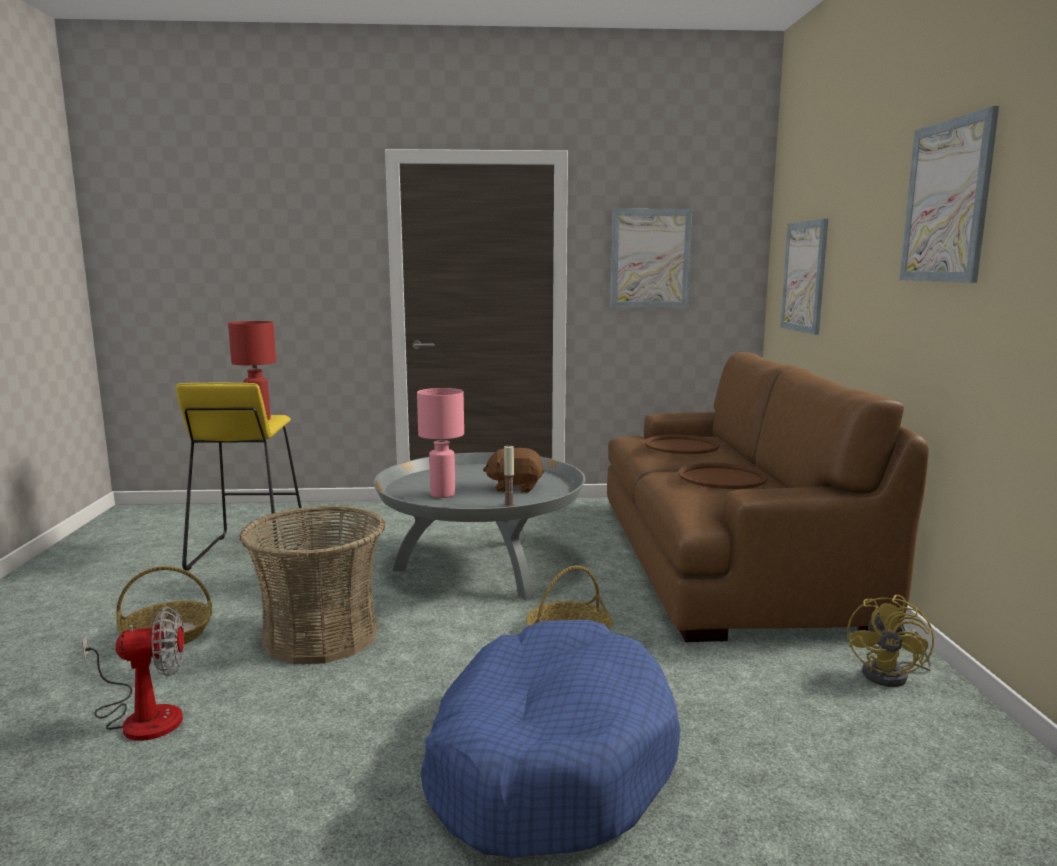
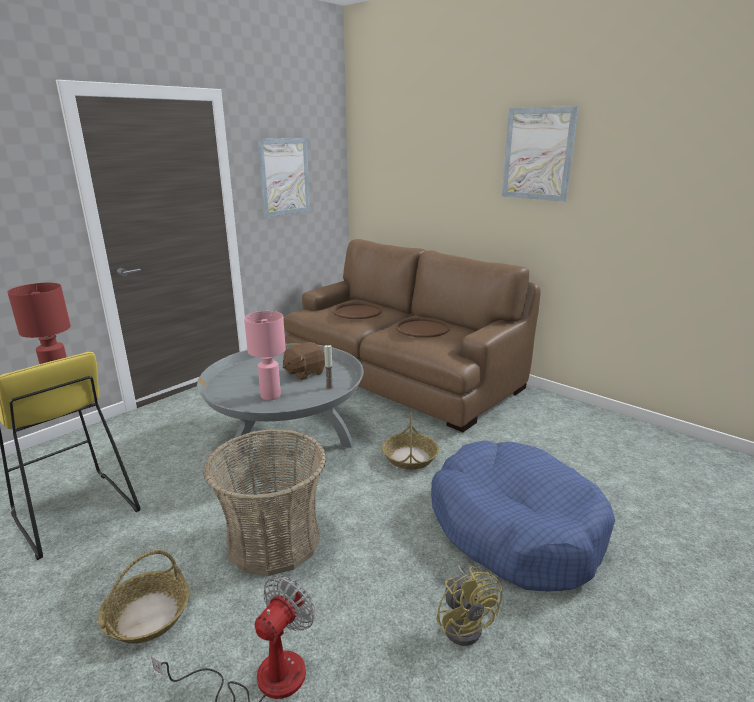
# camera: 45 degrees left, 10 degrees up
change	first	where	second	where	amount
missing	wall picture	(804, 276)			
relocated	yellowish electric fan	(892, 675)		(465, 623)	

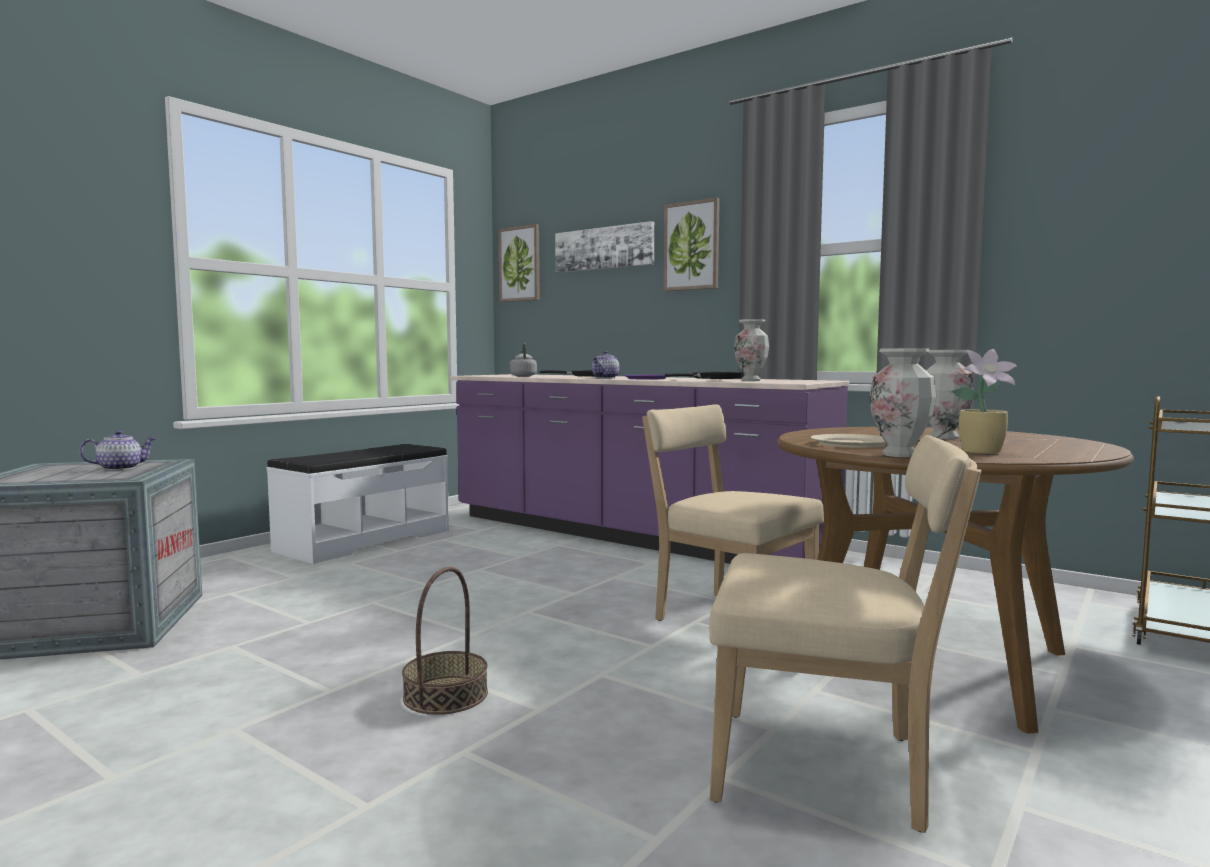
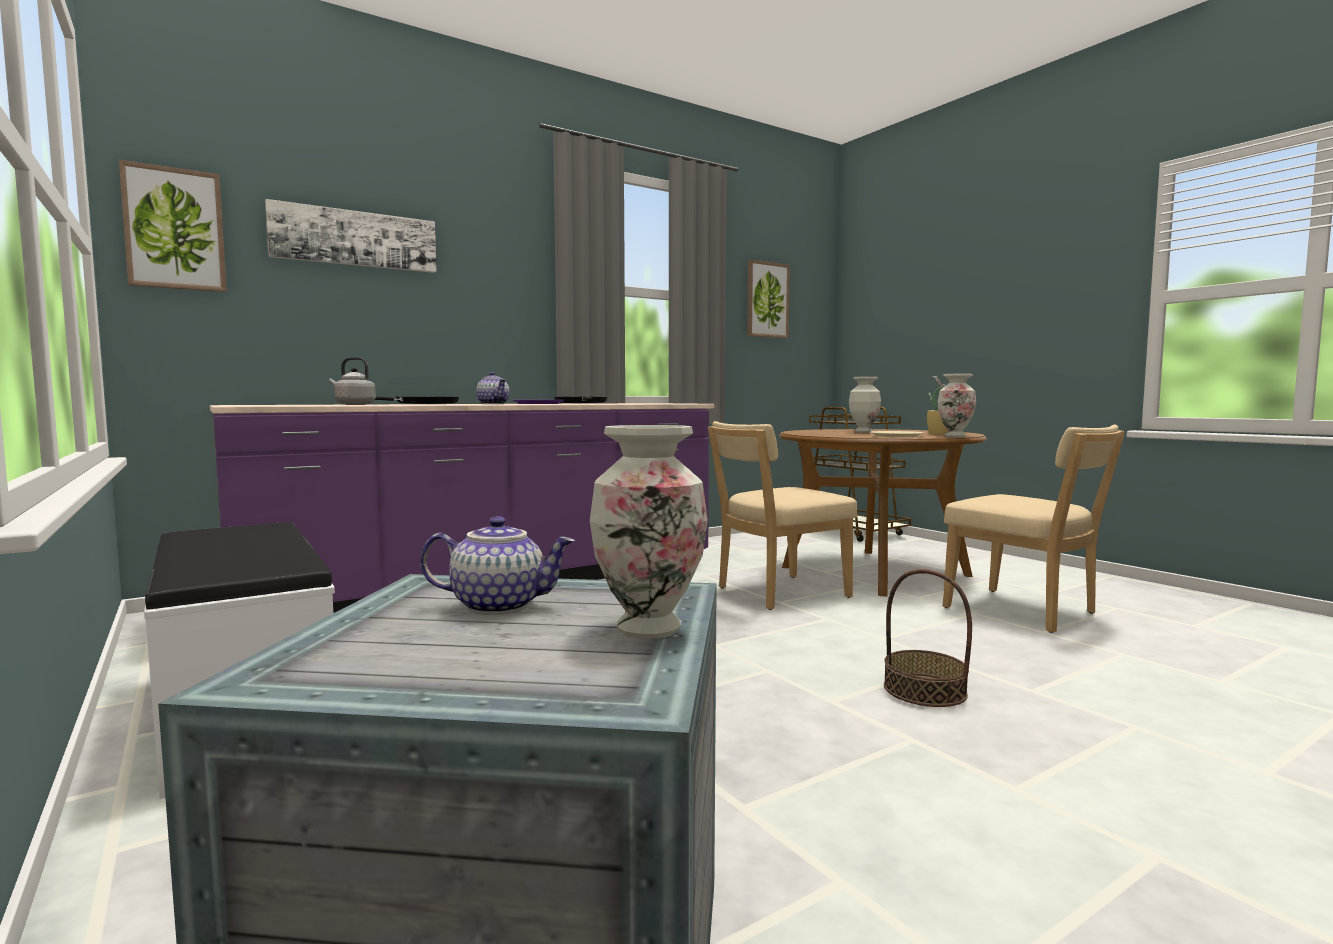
# camera: 70 degrees left, 0 degrees up
change	first	where	second	where	amount
spun	teapot	(120, 468)		(500, 605)	105 degrees clockwise
relocated	wall picture	(692, 246)		(767, 300)	
spun	beige-coloured upright chair	(829, 770)		(1026, 612)	105 degrees clockwise
relocated	vase	(751, 380)		(649, 628)	

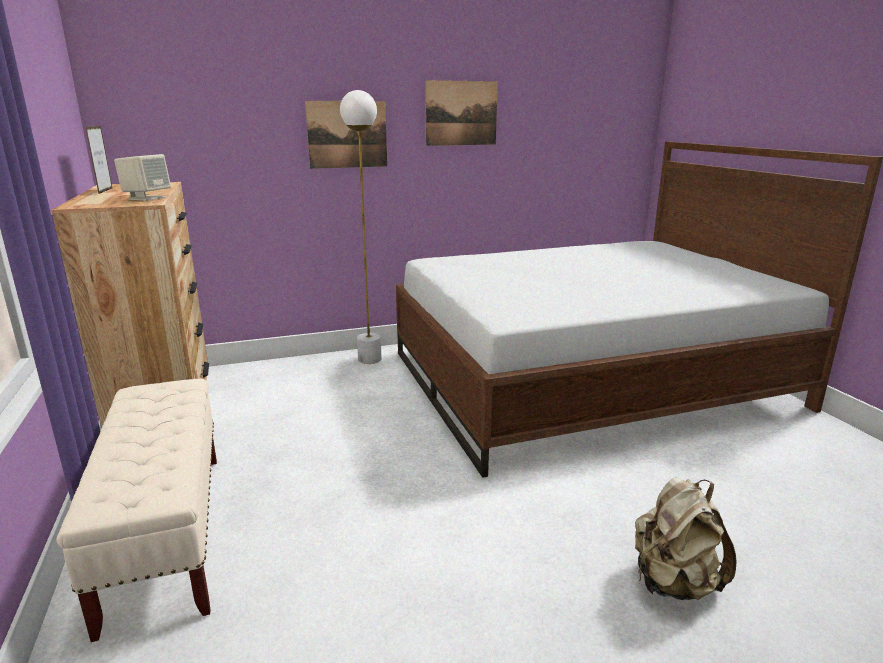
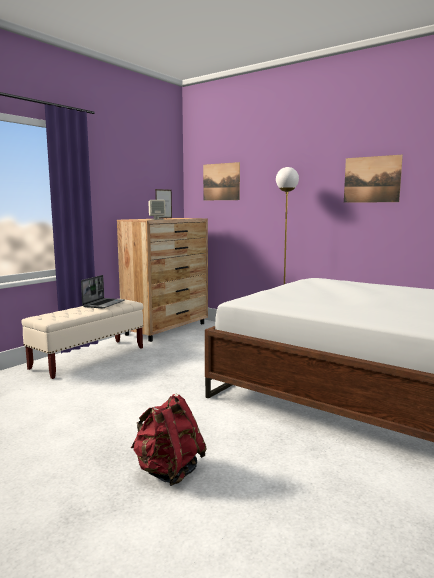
# camera: 55 degrees right, 10 degrees down
change	first	where	second	where	amount
relocated	wall picture	(347, 134)		(221, 182)	
colour	beige-coloured backpack	(673, 583)	red-coloured backpack	(168, 471)	
appeared			notebook computer	(104, 304)	

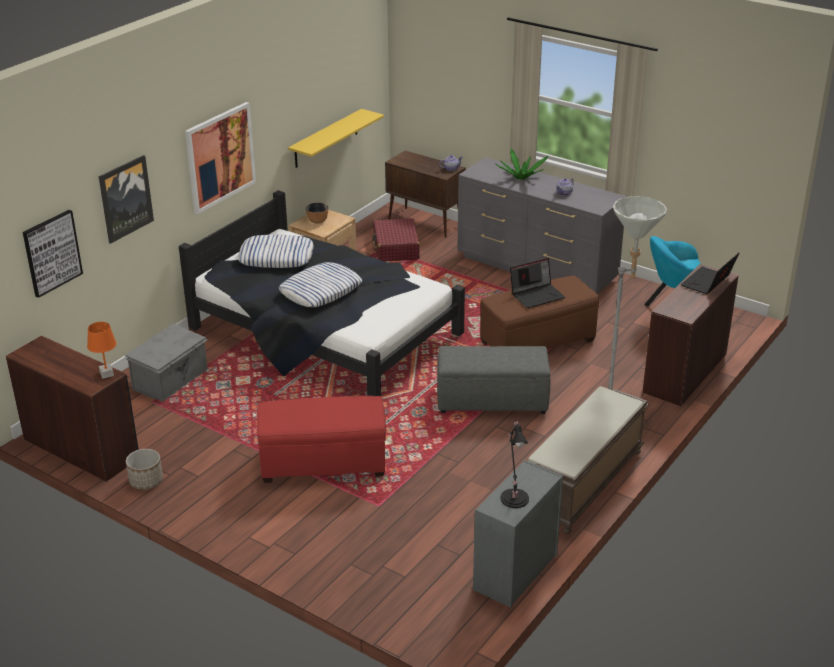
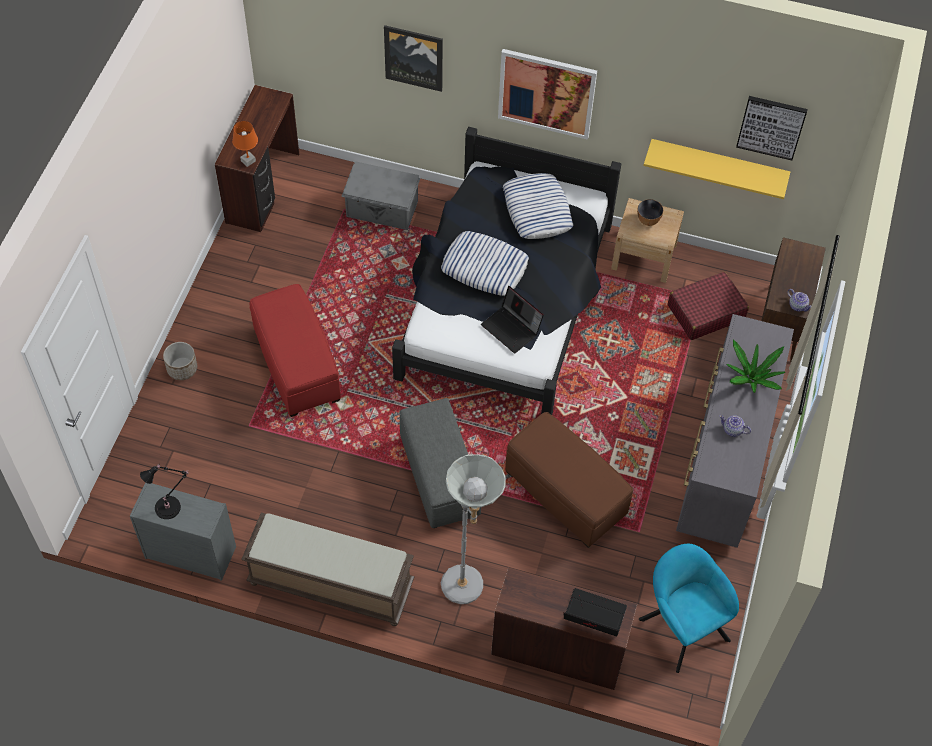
# camera: 70 degrees right, 25 degrees up
change	first	where	second	where	amount
relocated	wall picture	(52, 252)		(771, 126)	
relocated	planter	(146, 481)		(182, 368)	
relocated	notebook computer	(537, 295)		(512, 329)	

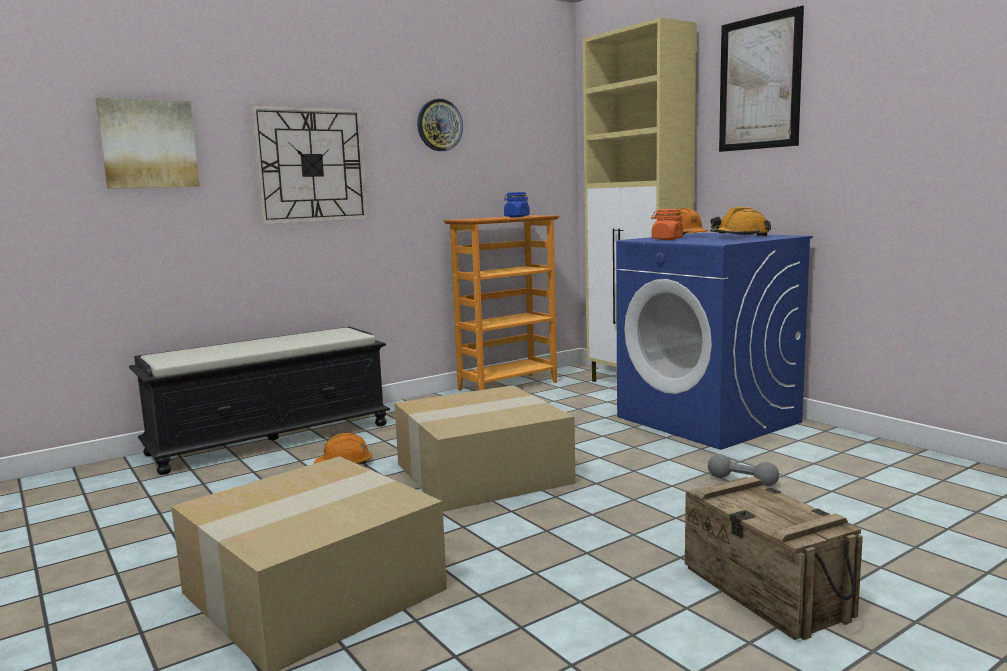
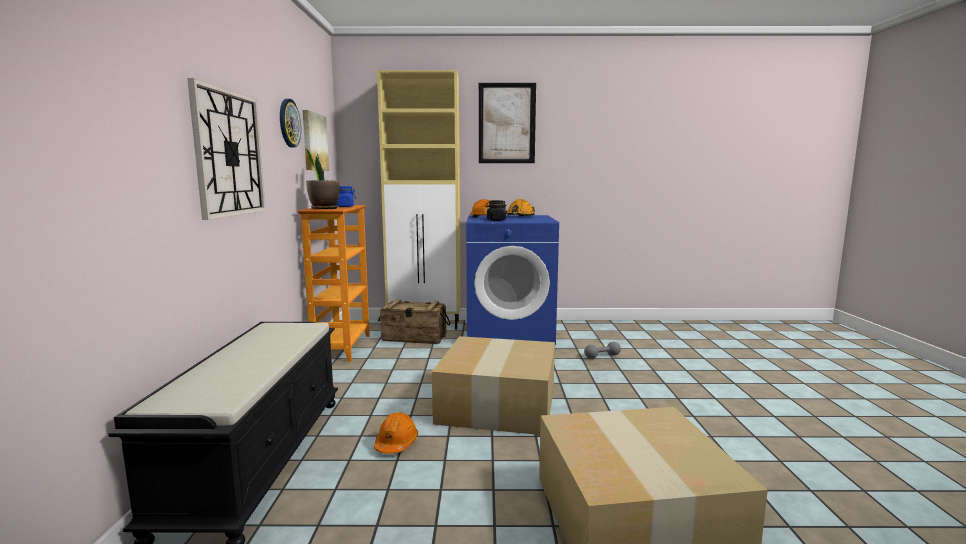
# camera: 55 degrees left, 0 degrees up
change	first	where	second	where	amount
relocated	wall picture	(148, 144)		(314, 142)	
colour	orangey storage jar	(667, 239)	blackish storage jar	(496, 220)	
relocated	crate	(766, 591)		(414, 338)	
appeared			houseplant	(324, 209)	

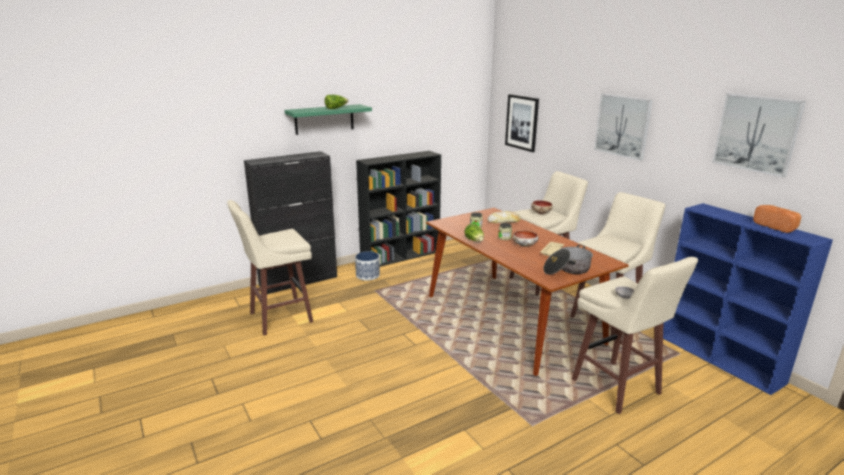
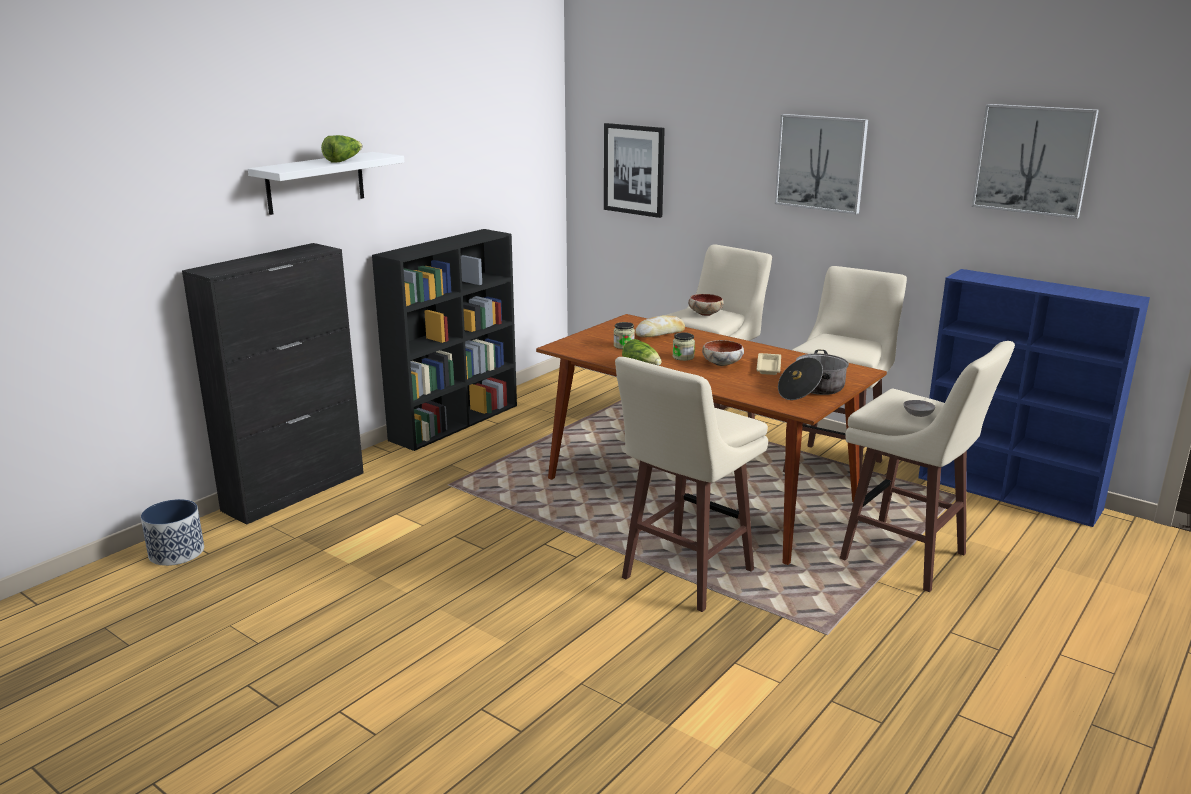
# camera: 20 degrees left, 0 degrees up
change	first	where	second	where	amount
relocated	beige-coloured stool	(278, 318)		(684, 575)	
colour	green wall shelf	(324, 119)	white-coloured wall shelf	(315, 183)	
relocated	planter	(368, 275)		(177, 553)	
missing	bread	(776, 227)			

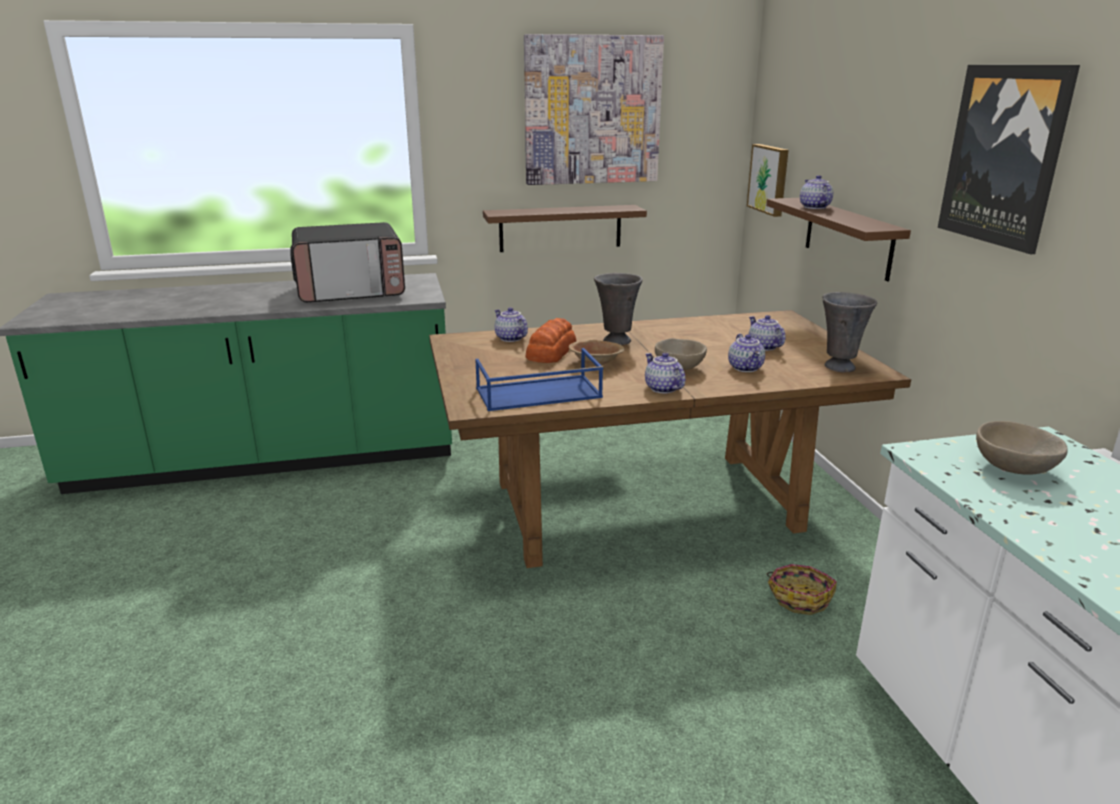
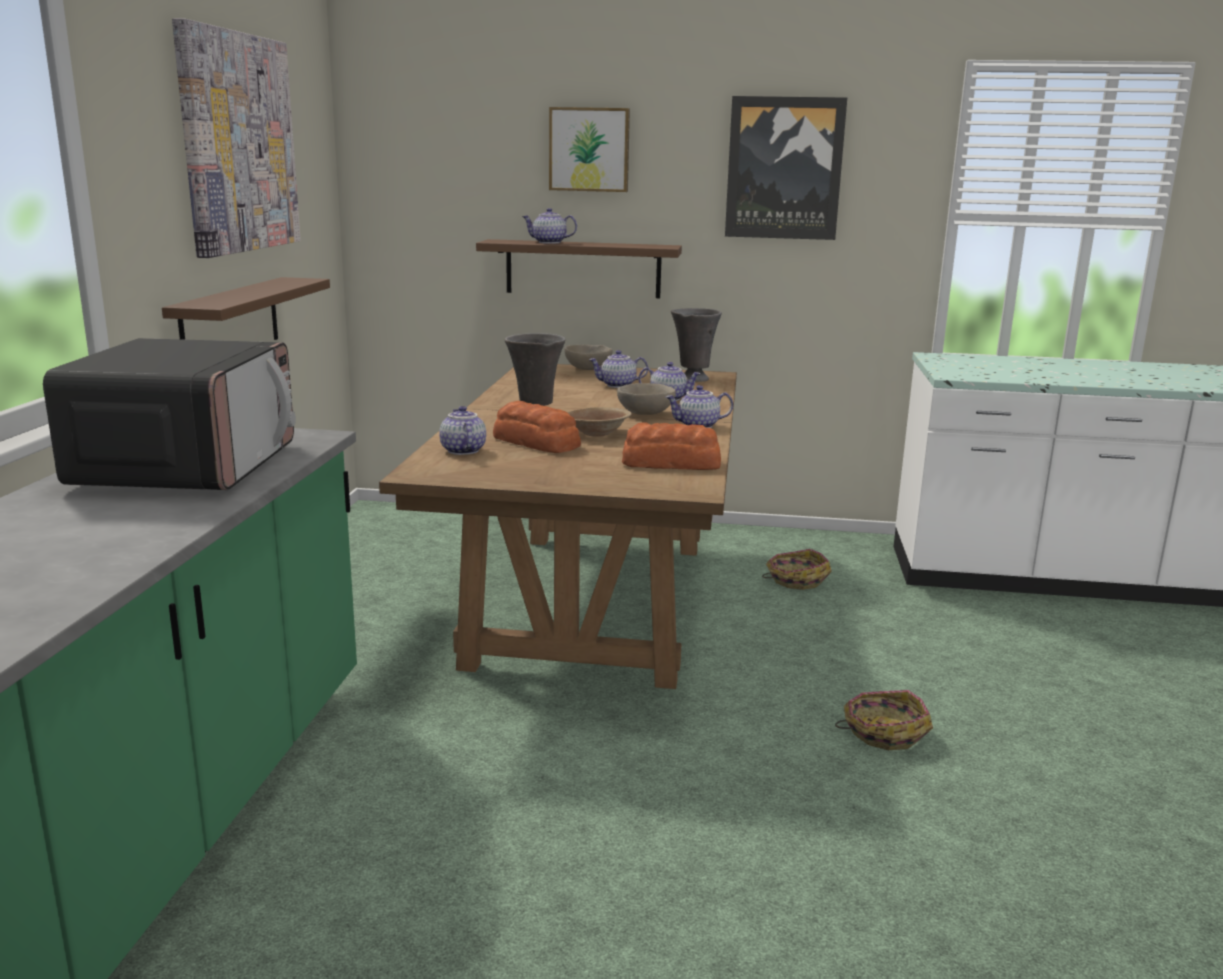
# camera: 70 degrees left, 5 degrees down
change	first	where	second	where	amount
exchanged	bluish tray	(537, 394)	bread	(672, 463)	
spun	teapot	(510, 338)		(462, 451)	90 degrees clockwise
relocated	wall picture	(770, 179)		(589, 149)	
relocated	beige-coloured deep dish	(1013, 469)		(588, 369)	
appeared			basket	(883, 732)	

